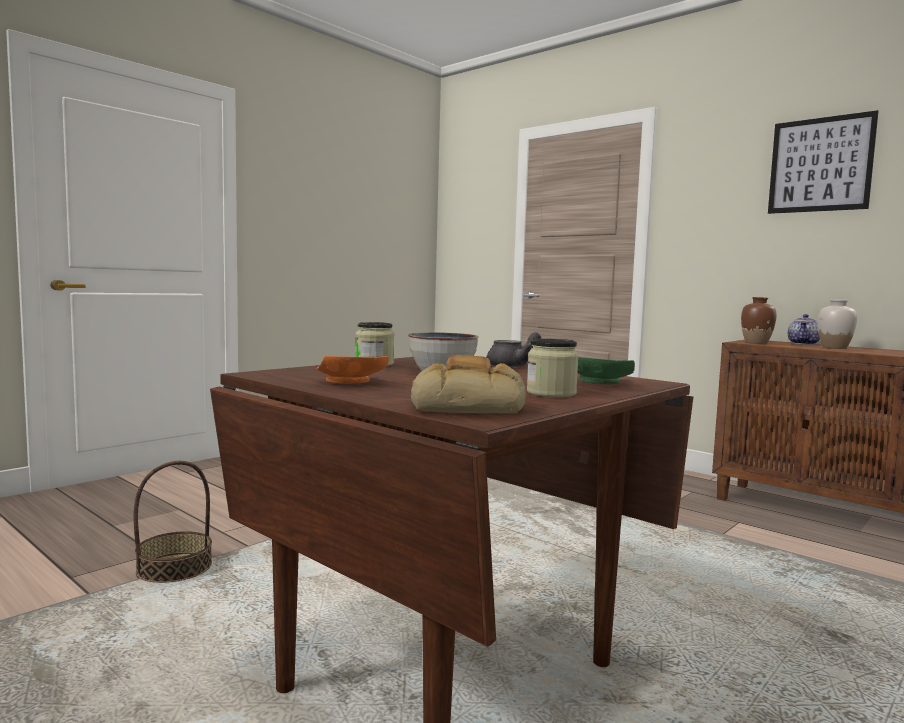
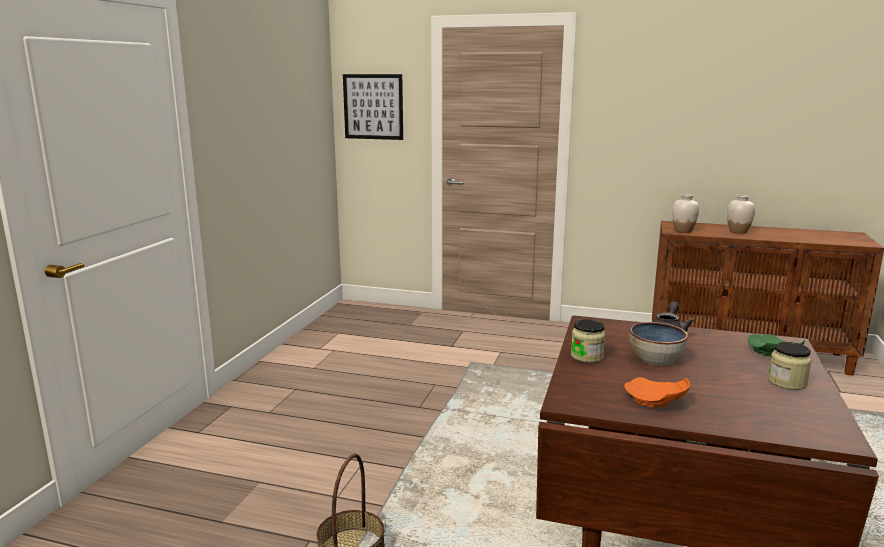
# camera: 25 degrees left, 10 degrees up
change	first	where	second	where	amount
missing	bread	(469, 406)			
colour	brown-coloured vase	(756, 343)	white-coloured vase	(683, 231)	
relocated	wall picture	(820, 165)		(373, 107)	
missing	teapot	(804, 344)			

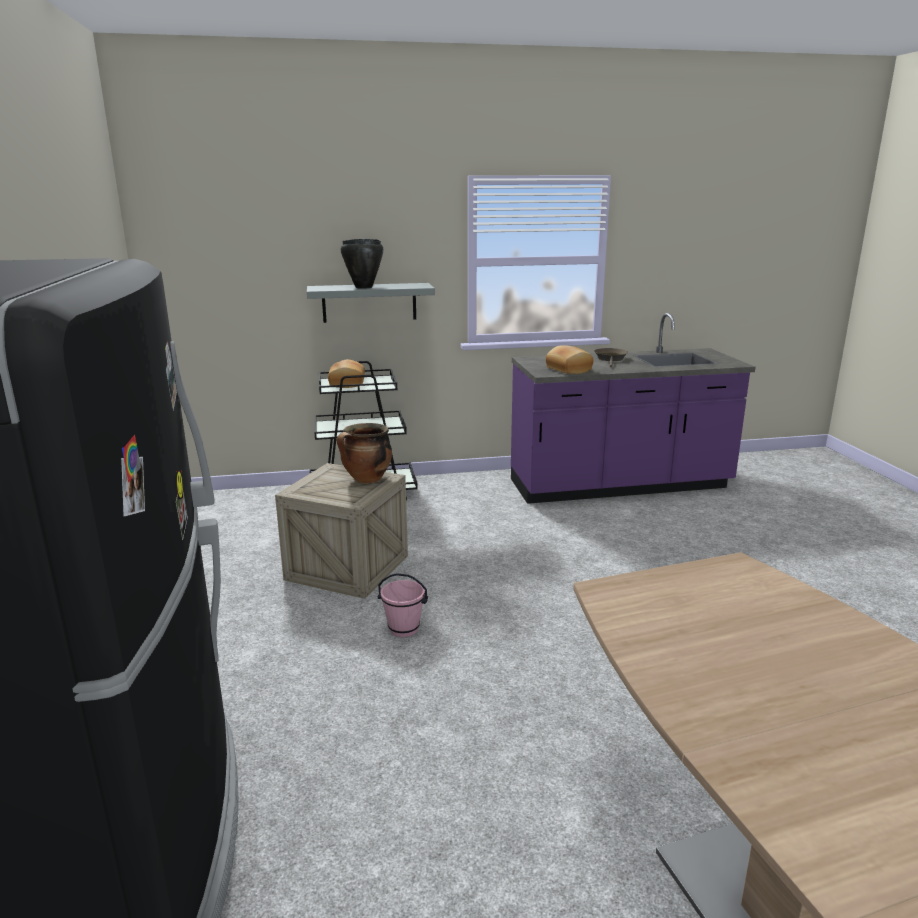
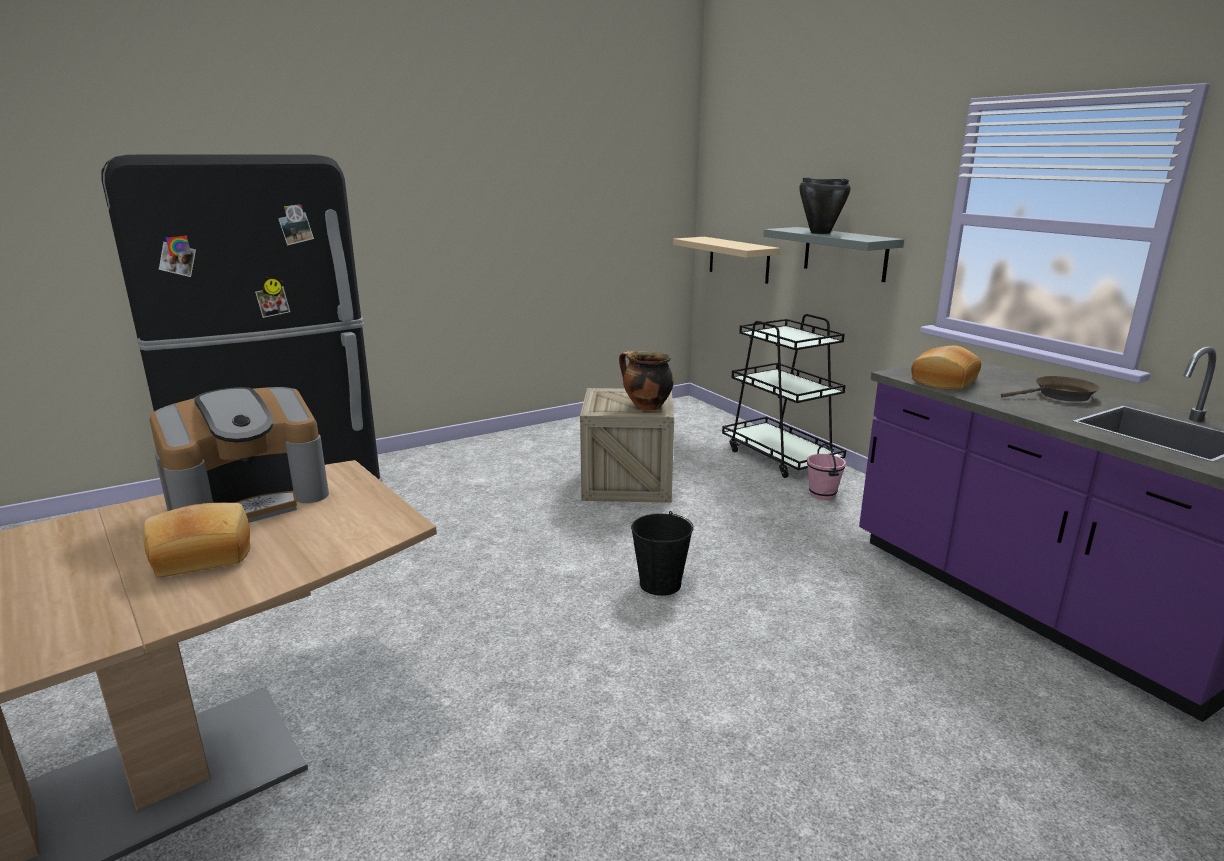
# camera: 70 degrees right, 0 degrees up
change	first	where	second	where	amount
relocated	bread	(346, 383)		(203, 555)	
relocated	pink bucket	(404, 628)		(823, 494)	
appeared			coffee machine	(250, 499)	
appeared			blackish bucket	(660, 584)	
appeared			beige-coloured wall shelf	(738, 259)	

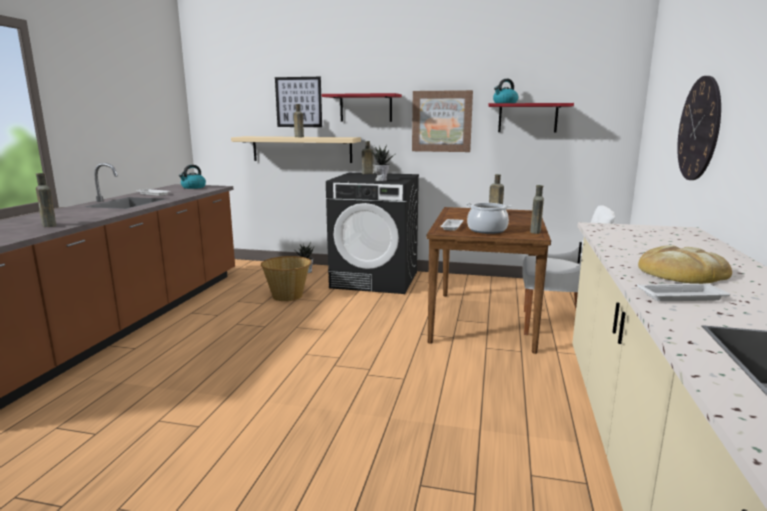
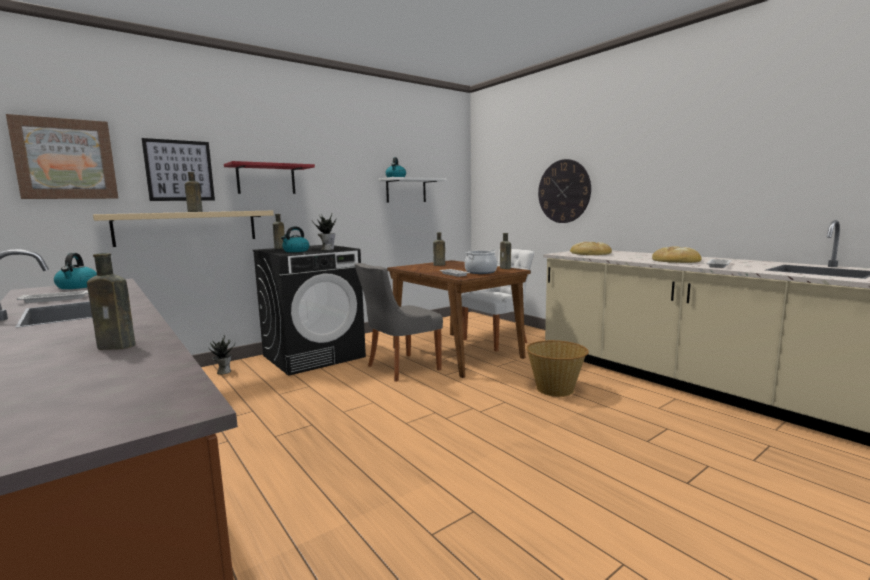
# camera: 50 degrees left, 5 degrees down
change	first	where	second	where	amount
relocated	basket	(288, 296)		(555, 389)	
relocated	wall picture	(441, 121)		(65, 159)	
colour	red-coloured wall shelf	(527, 118)	white-coloured wall shelf	(406, 190)	
appeared			kettle	(296, 251)	
appeared			grey upright chair	(400, 368)	
appeared			bread	(590, 253)	

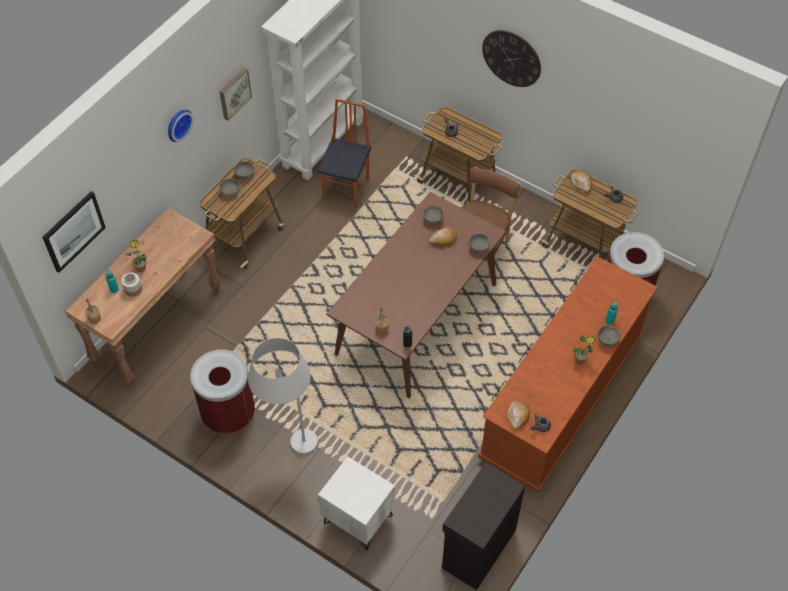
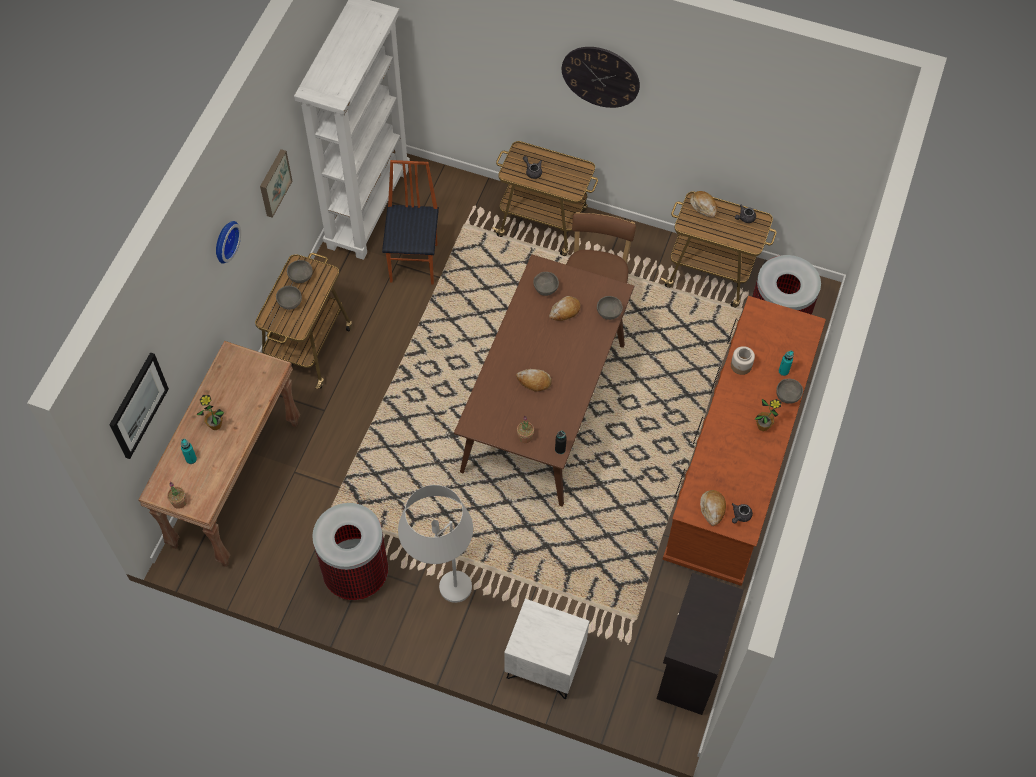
# camera: 15 degrees left, 5 degrees up
change	first	where	second	where	amount
relocated	storage jar	(133, 289)		(741, 366)	
appeared			bread	(534, 382)	

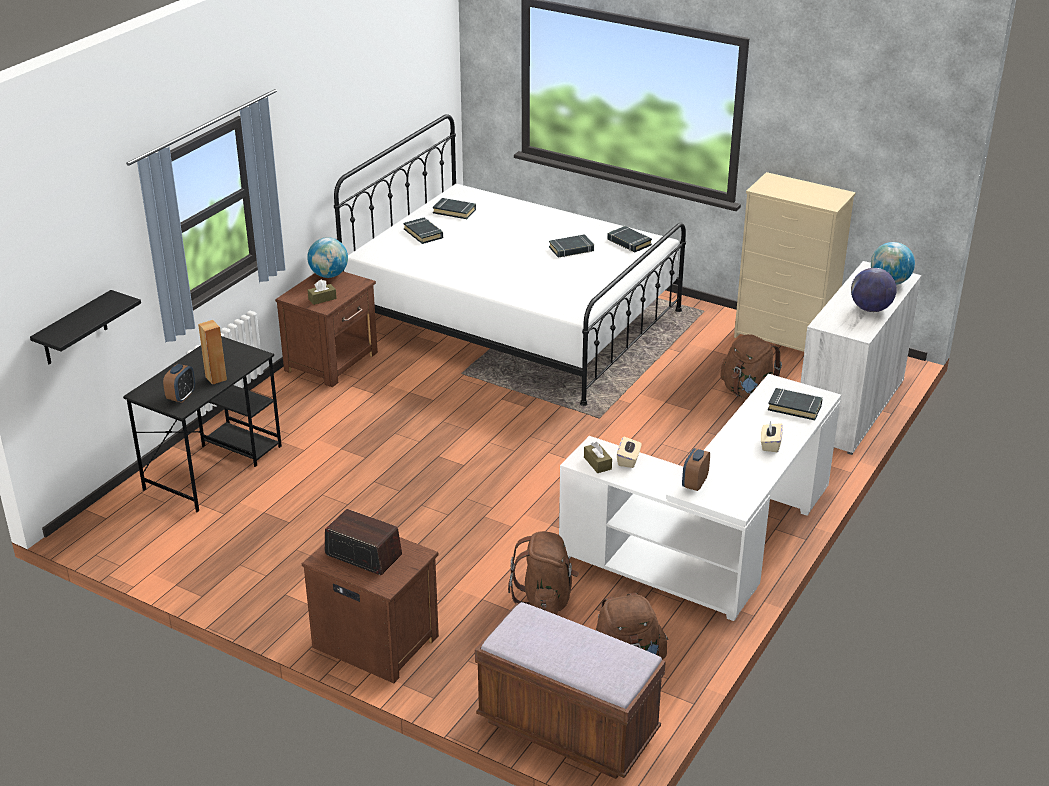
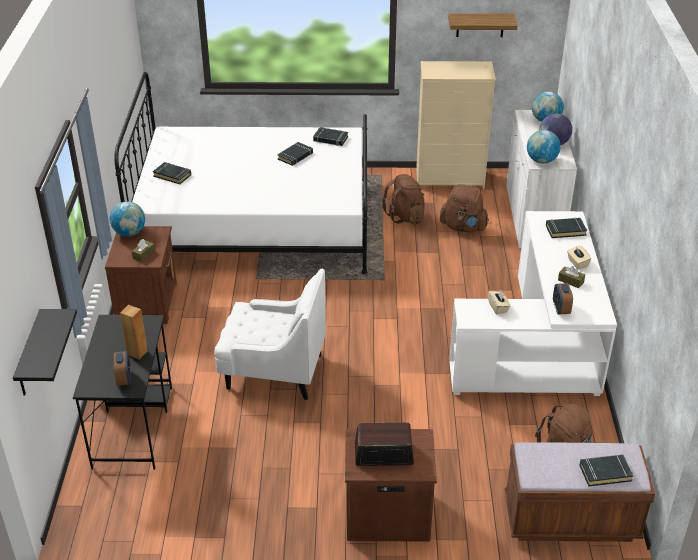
# camera: 30 degrees left, 5 degrees up
change	first	where	second	where	amount
relocated	blackish bound book	(454, 211)		(605, 472)	
relocated	brown-coloured backpack	(545, 600)		(405, 217)	
relocated	brown-coloured box of tissues	(597, 463)		(570, 281)	
appeared			white-coloured easy chair	(273, 371)	
appeared			wall shelf	(480, 25)	
appeared			world globe	(541, 161)	

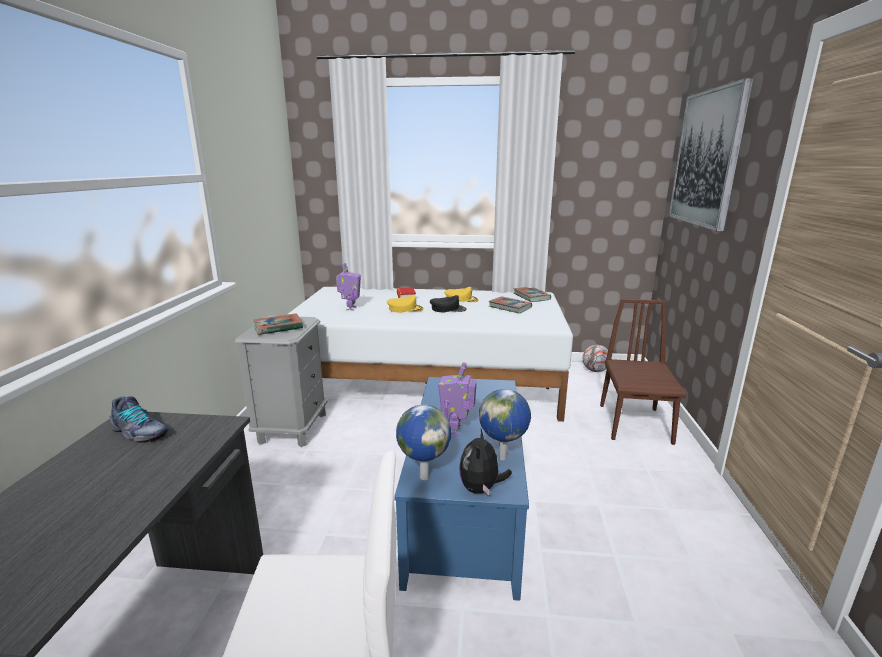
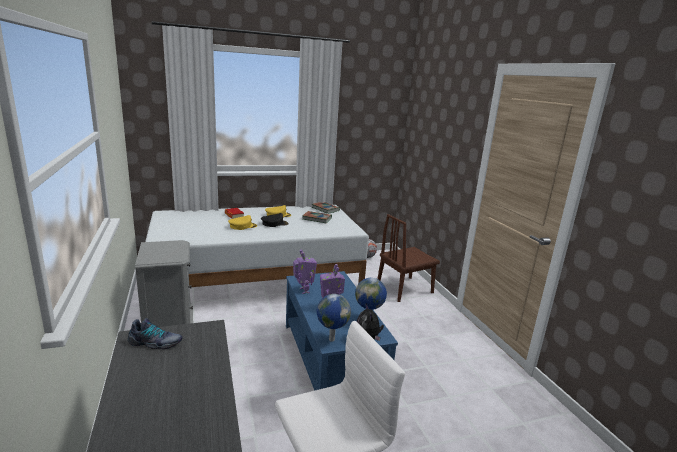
# camera: 25 degrees left, 0 degrees up
change	first	where	second	where	amount
missing	bound book	(278, 327)			
relocated	toy robot	(350, 308)		(303, 290)	
spun	brown-coloured upright chair	(634, 423)		(404, 289)	105 degrees counterclockwise
missing	wall picture	(707, 158)			

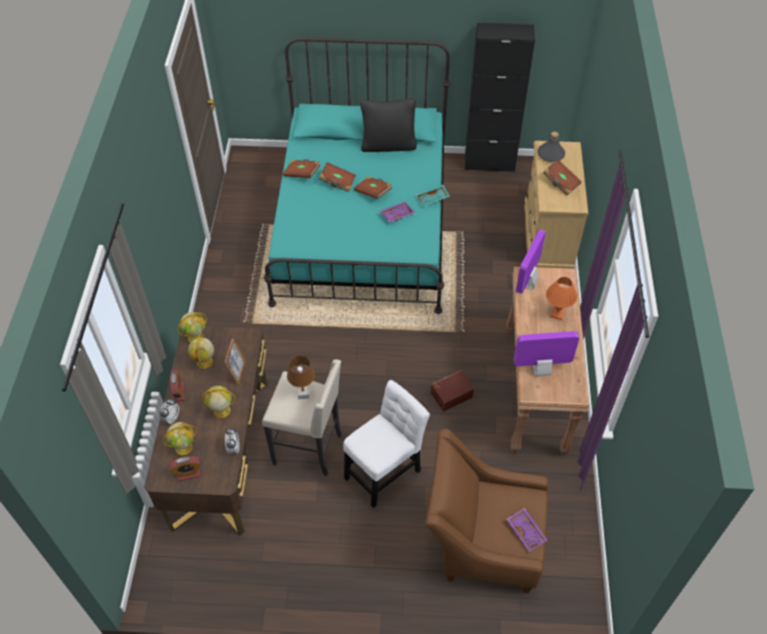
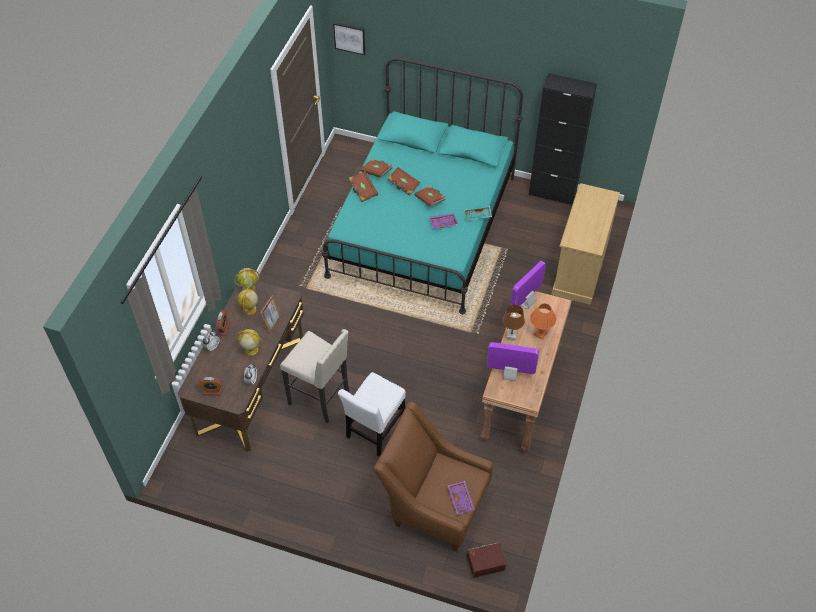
# camera: 15 degrees right, 0 degrees up
change	first	where	second	where	amount
missing	world globe	(184, 447)			
relocated	brown-coloured lamp for a table	(303, 394)		(511, 337)	
spun	white-coloured upright chair	(385, 471)		(375, 430)	150 degrees clockwise
missing	blackish cushion	(388, 145)			
relocated	brown-coloured storage bin	(451, 394)		(485, 562)	
missing	grey beverage bottle	(550, 154)			
relocated	brown-coloured bound book	(561, 183)		(363, 191)	
appeared			wall picture	(349, 37)	

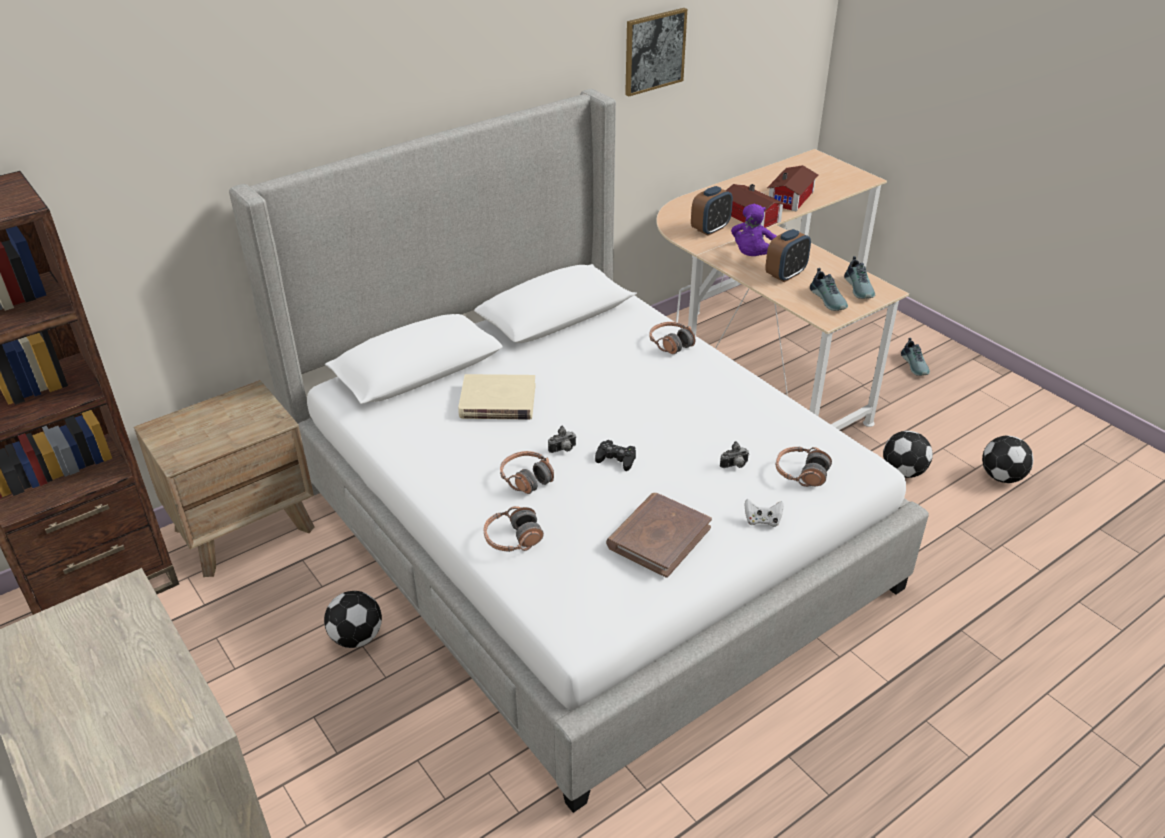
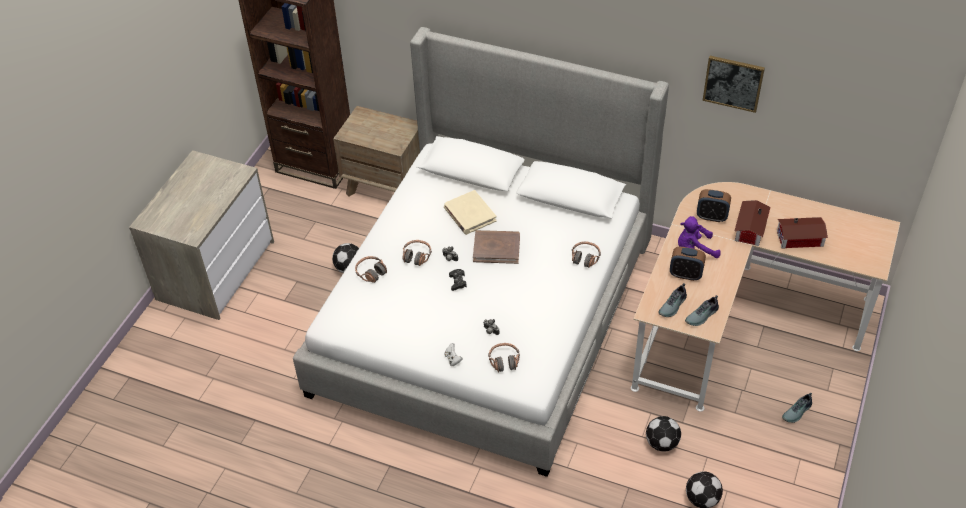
# camera: 60 degrees right, 10 degrees up
change	first	where	second	where	amount
relocated	brown-coloured bound book	(658, 537)		(496, 248)	

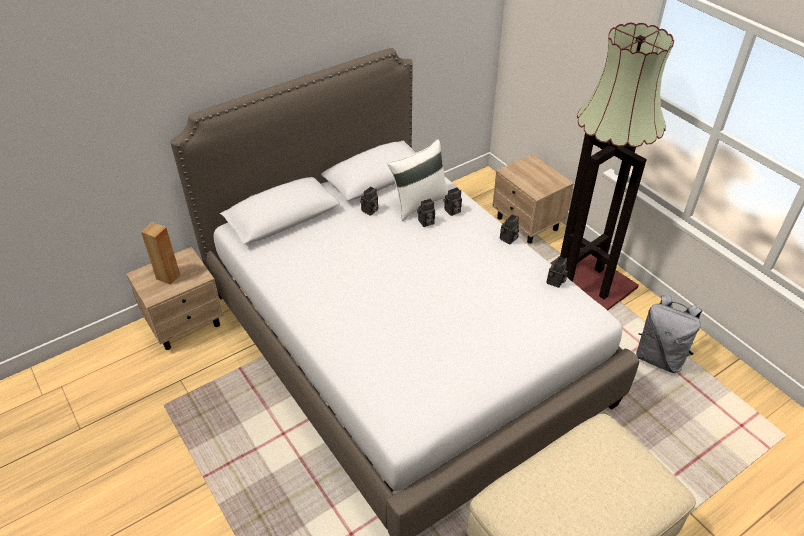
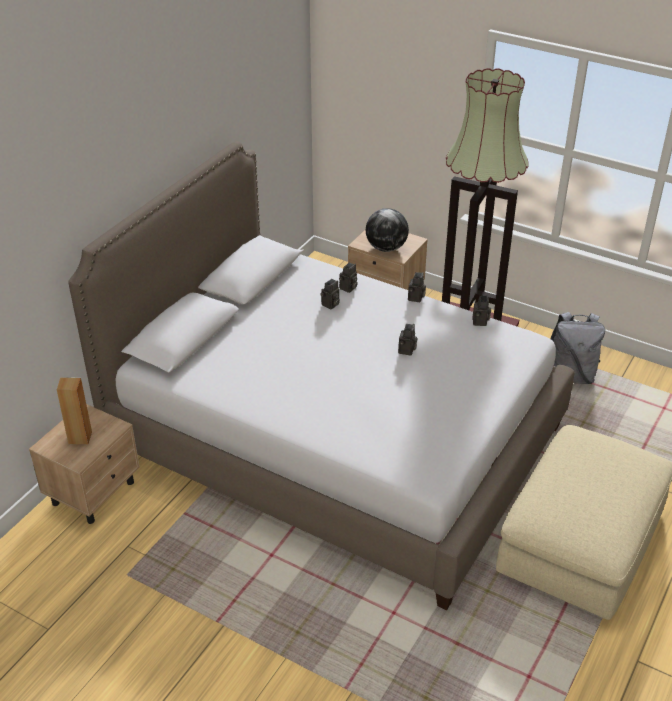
# camera: 25 degrees left, 5 degrees down
change	first	where	second	where	amount
relocated	photo camera	(370, 211)		(407, 351)	
missing	white-coloured cushion	(419, 202)			
appeared			world globe	(386, 248)	

